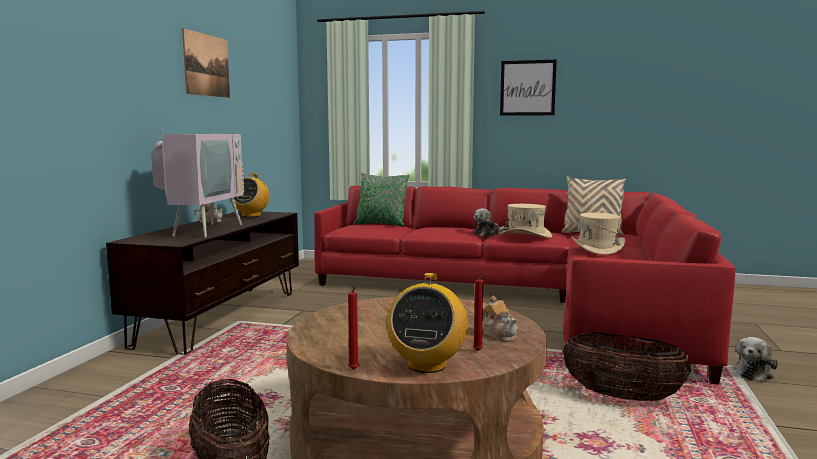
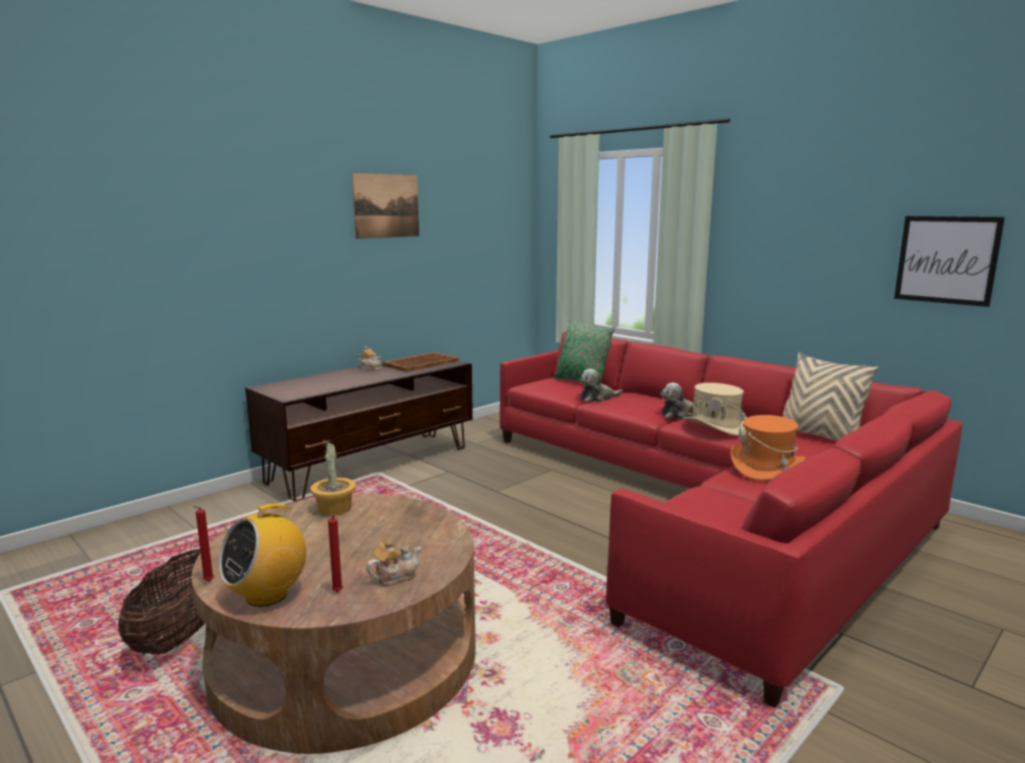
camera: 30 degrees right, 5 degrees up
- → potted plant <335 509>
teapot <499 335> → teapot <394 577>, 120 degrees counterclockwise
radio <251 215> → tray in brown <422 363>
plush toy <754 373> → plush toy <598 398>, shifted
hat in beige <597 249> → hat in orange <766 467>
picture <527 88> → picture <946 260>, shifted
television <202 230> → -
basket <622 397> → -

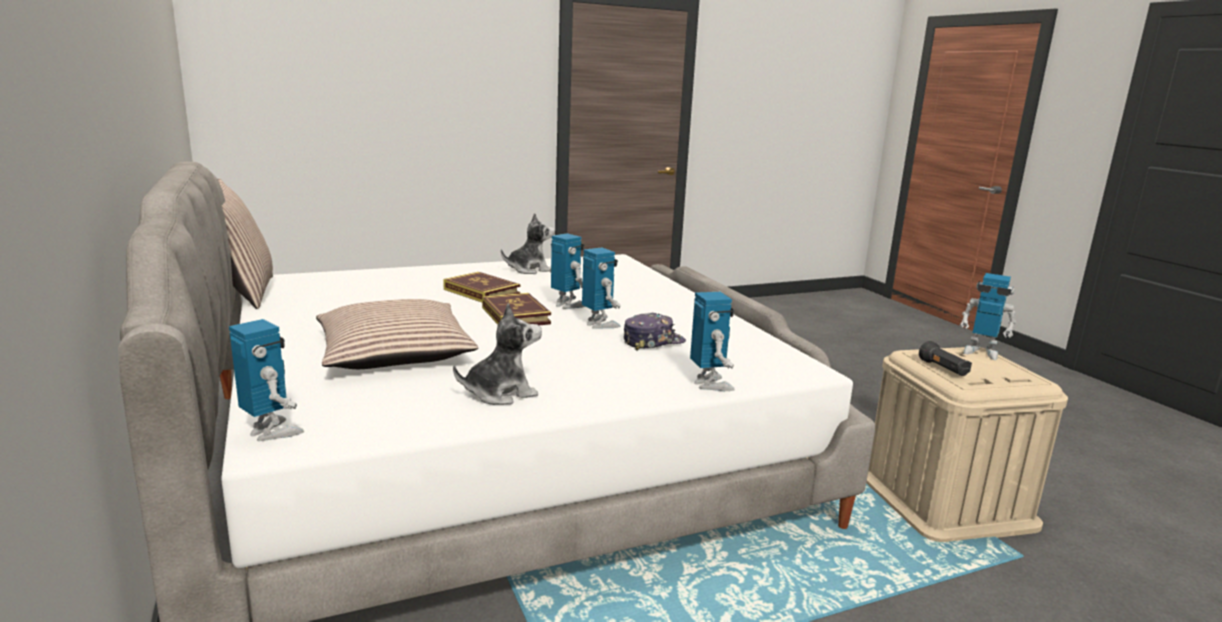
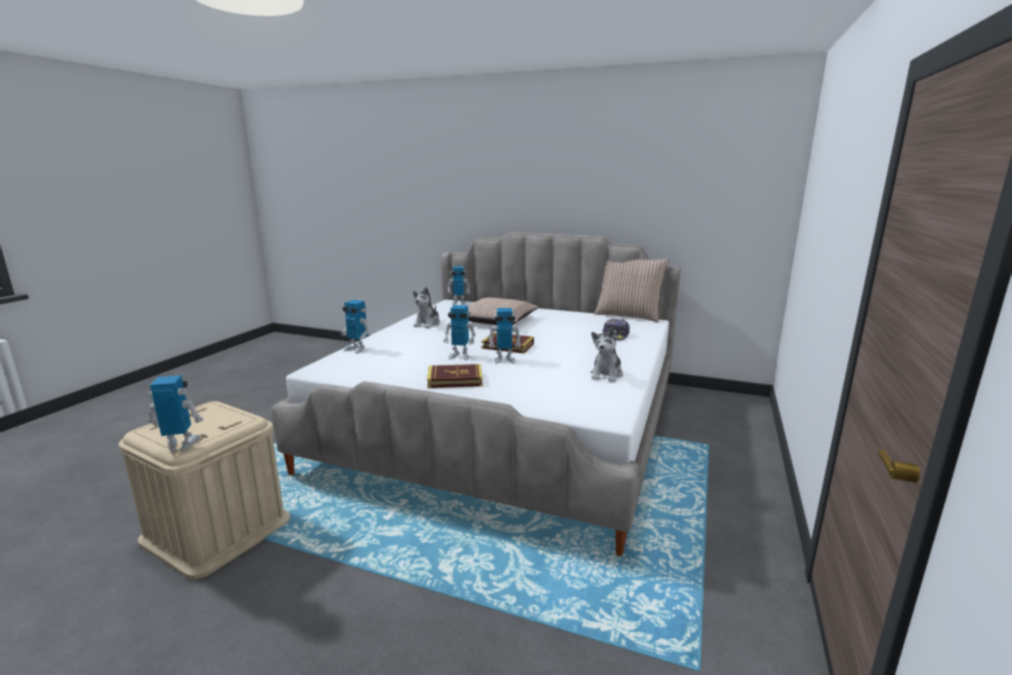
camera: 135 degrees right, 0 degrees up
book <481 292> → book <455 379>, shifted
cap <653 342> → cap <616 335>, shifted
flashlight in black <943 369> → -

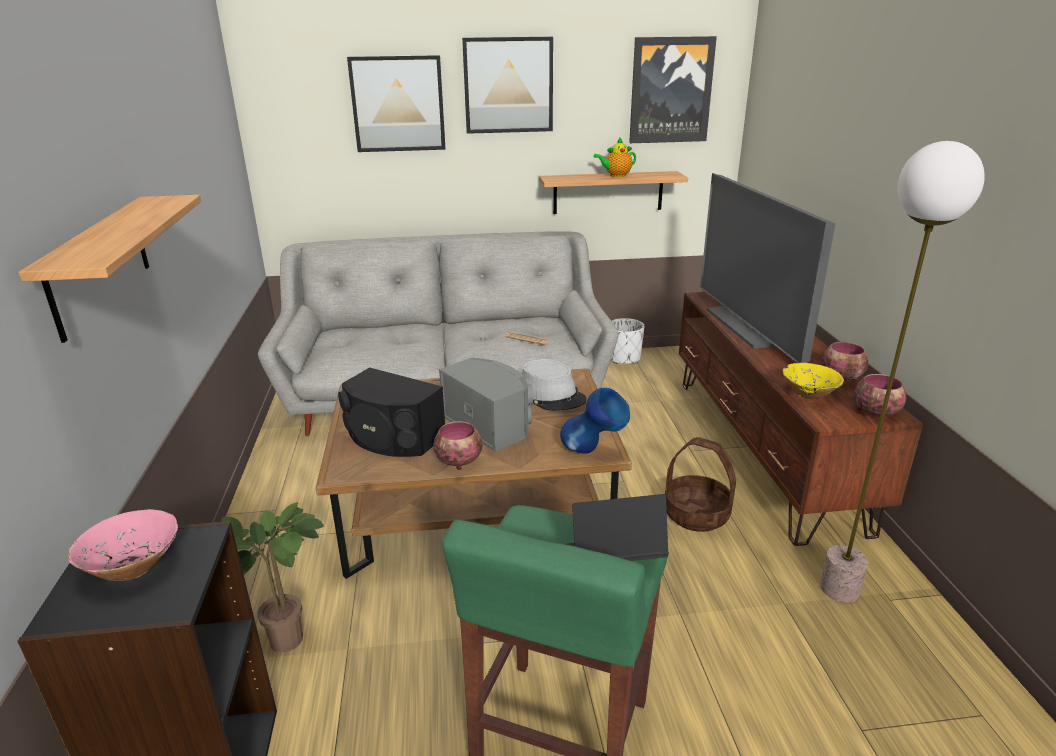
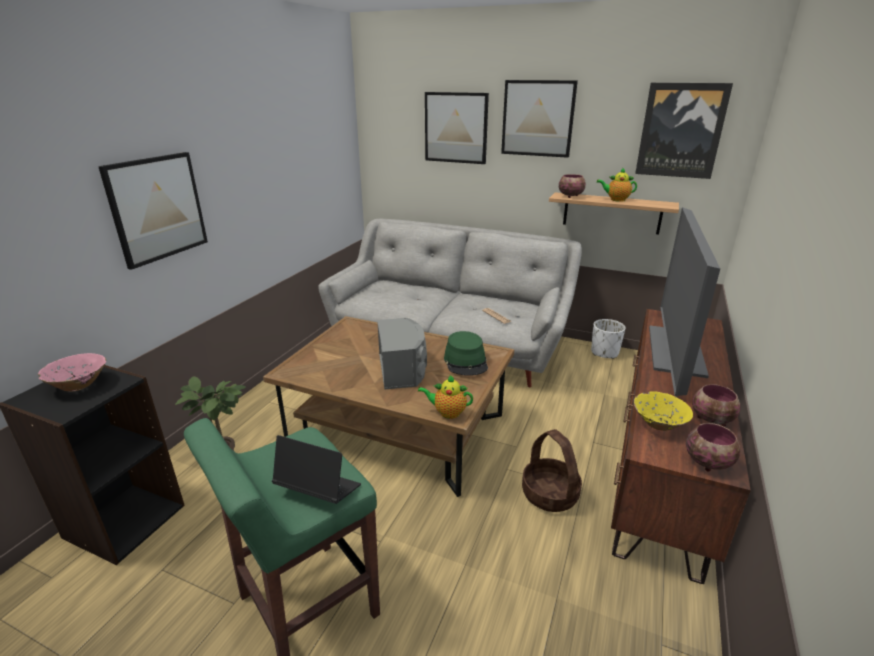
camera: 30 degrees right, 0 degrees up
shelf <99 264> → picture <157 208>
vase in blue <594 452> → teapot <447 412>
hat in grey <552 395> → hat in green <466 361>
bowl <459 461> → bowl <571 196>, shifted
speaker in black <392 437> → -
floor lamp <839 589> → -

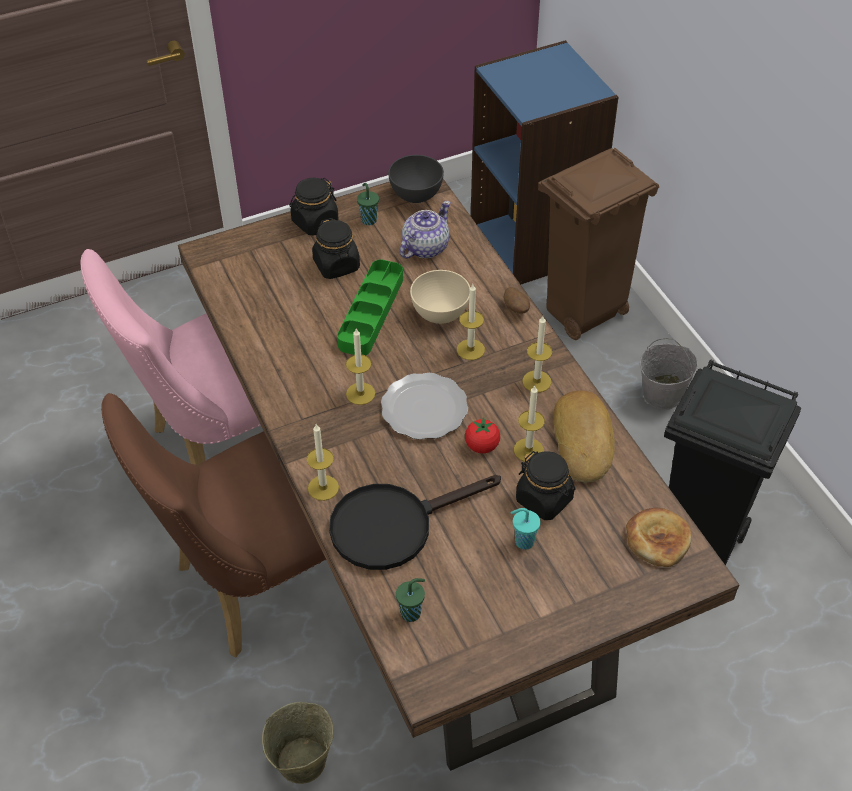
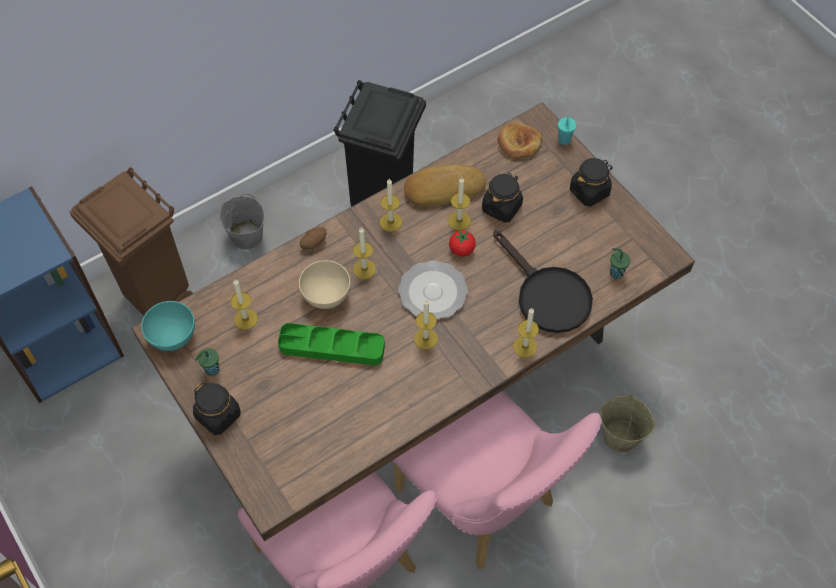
camera: 100 degrees left, 10 degrees up
bowl in grey <416 195> → bowl in turquoise <173 337>
teapot <424 248> → candle <245 319>
chair in brown <256 584> → chair in pink <483 503>
cup in turquoise <523 541> → cup in turquoise <564 140>, shifted
jar in black <337 265> → jar in black <589 191>, shifted

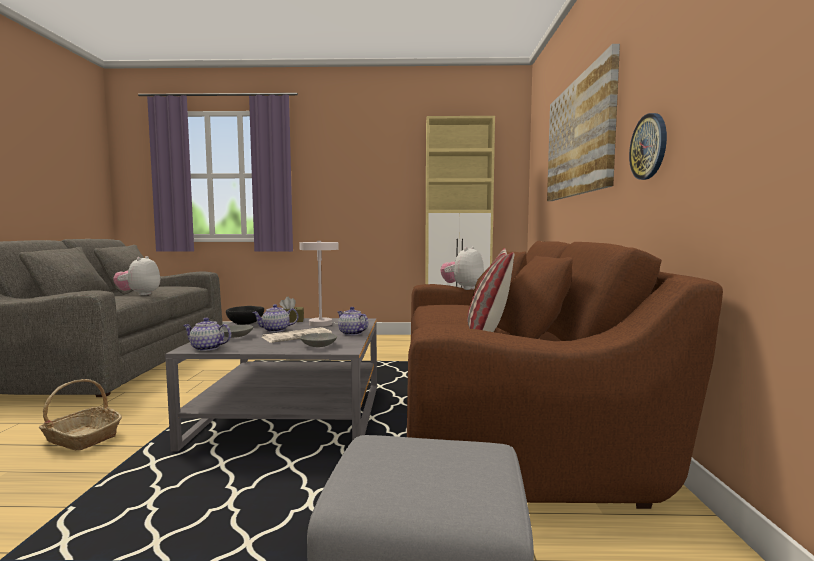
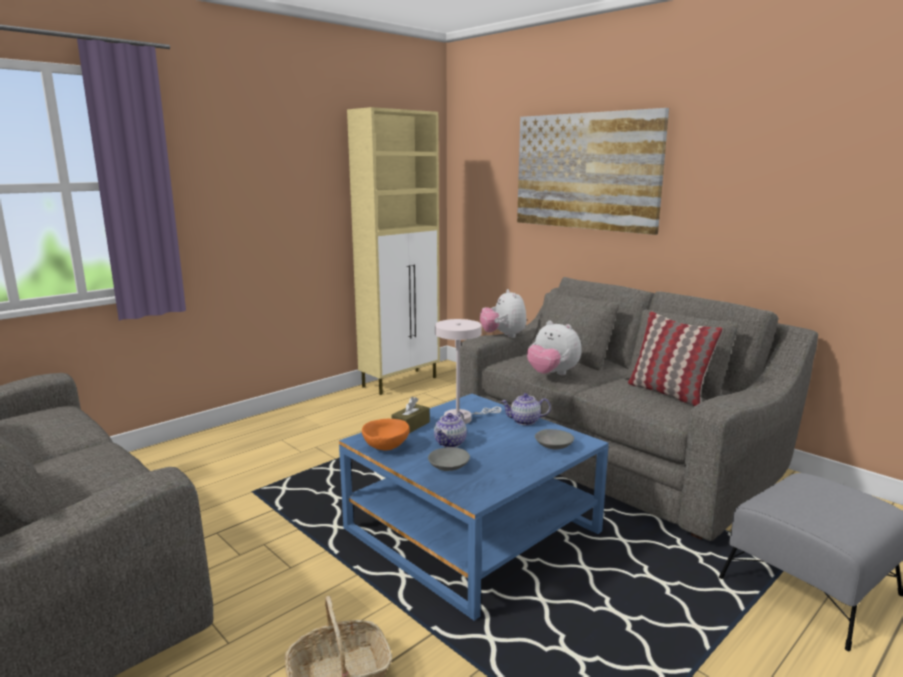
camera: 45 degrees left, 10 degrees up
coffee table in grey <291 415> → coffee table in blue <472 531>
bowl in black <246 323> → bowl in orange <385 446>
sofa in brown <509 420> → sofa in grey <615 455>
plush toy <139 295> → plush toy <552 374>, shifted
teapot <206 348> → -
newspaper <297 336> → -
wall clock <649 147> → -

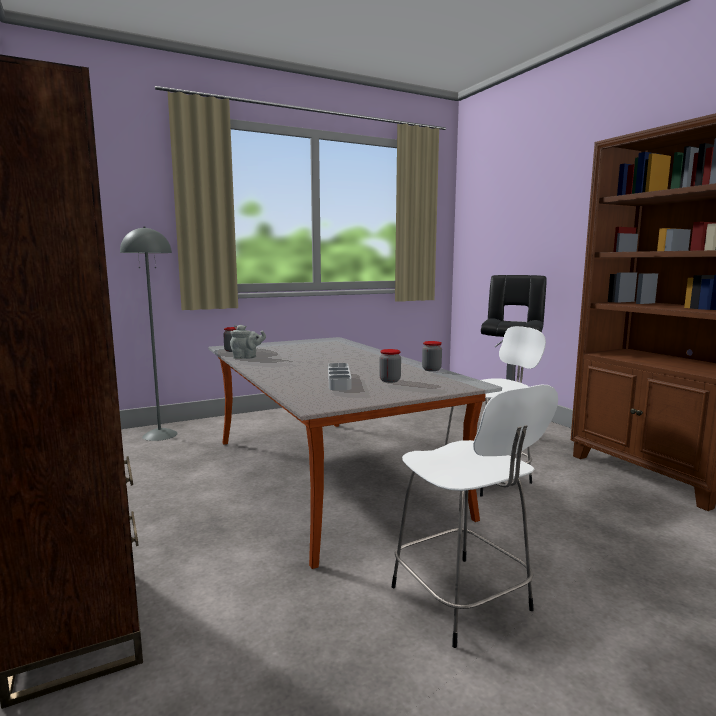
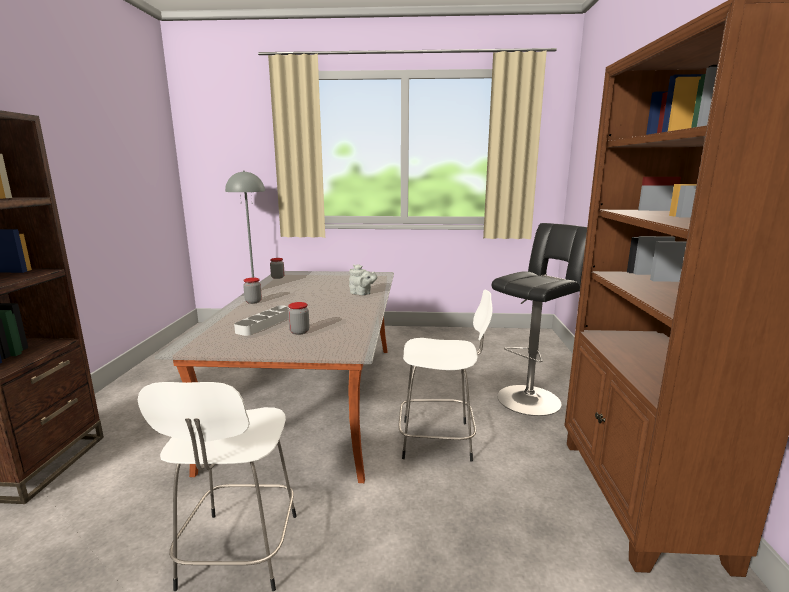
camera: 30 degrees right, 5 degrees up
jar <431 369> → jar <253 301>, shifted
teapot in grey <246 358> → teapot in grey <362 293>, shifted

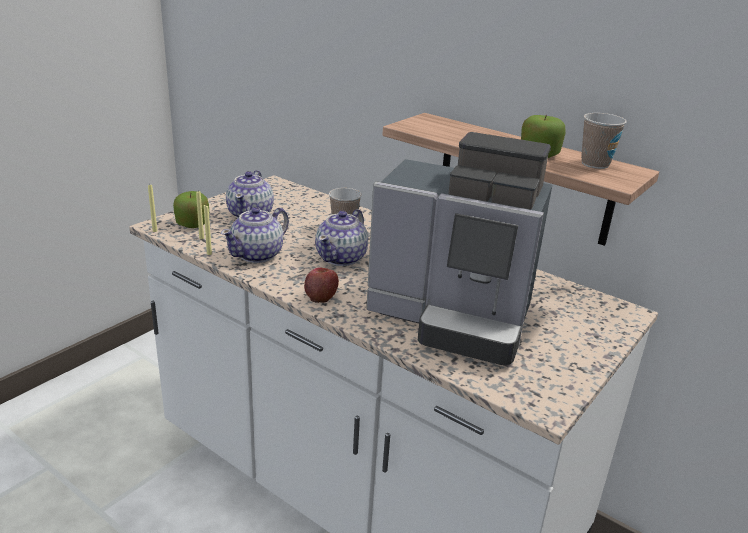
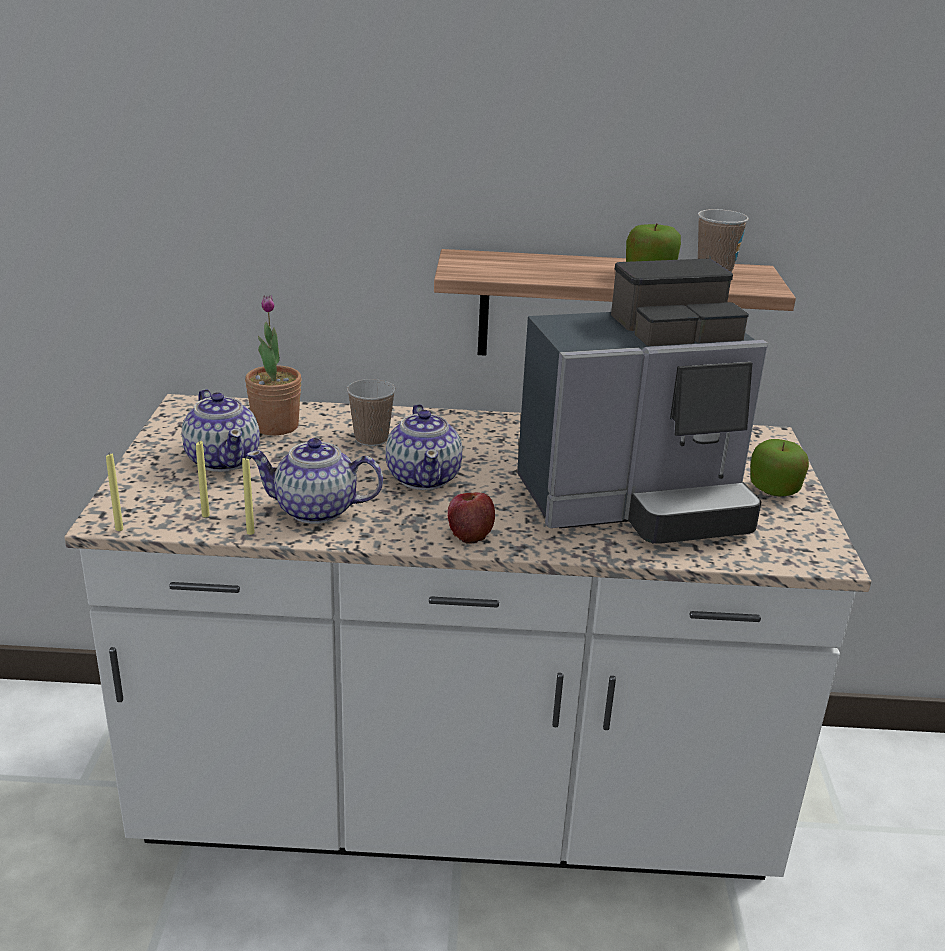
camera: 35 degrees left, 0 degrees up
- → potted plant <275 426>
teapot <258 255> → teapot <317 510>, 90 degrees clockwise
apple <192 224> → apple <774 489>, shifted

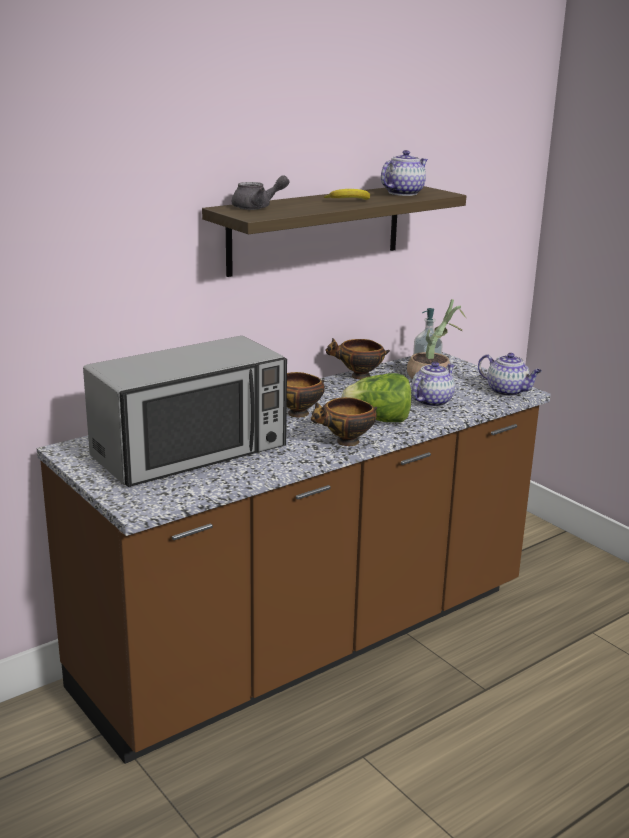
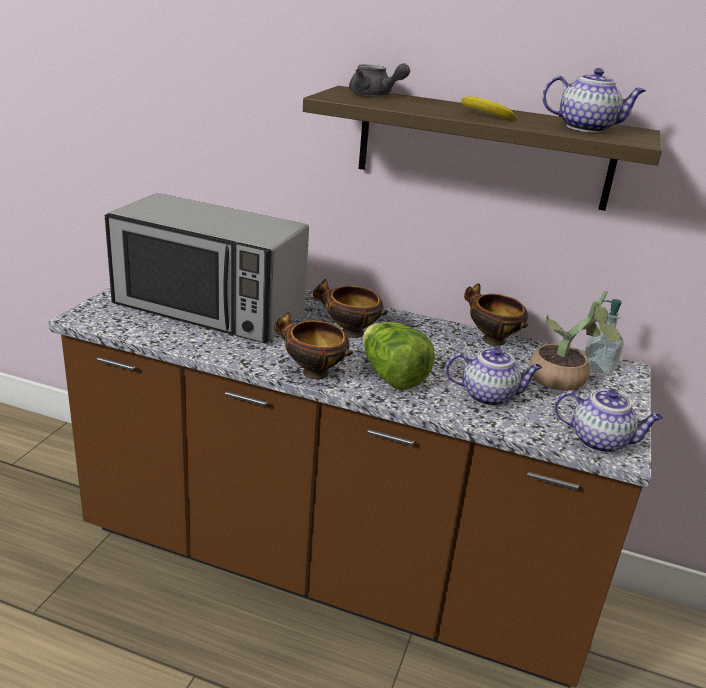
camera: 55 degrees right, 5 degrees up
teapot <507 391> → teapot <600 441>, 75 degrees counterclockwise

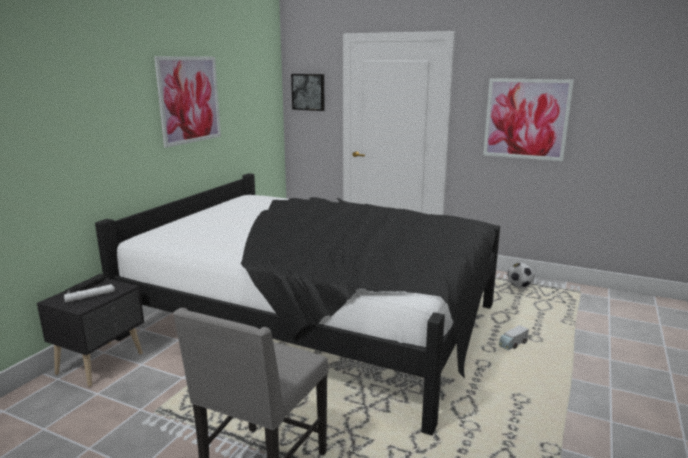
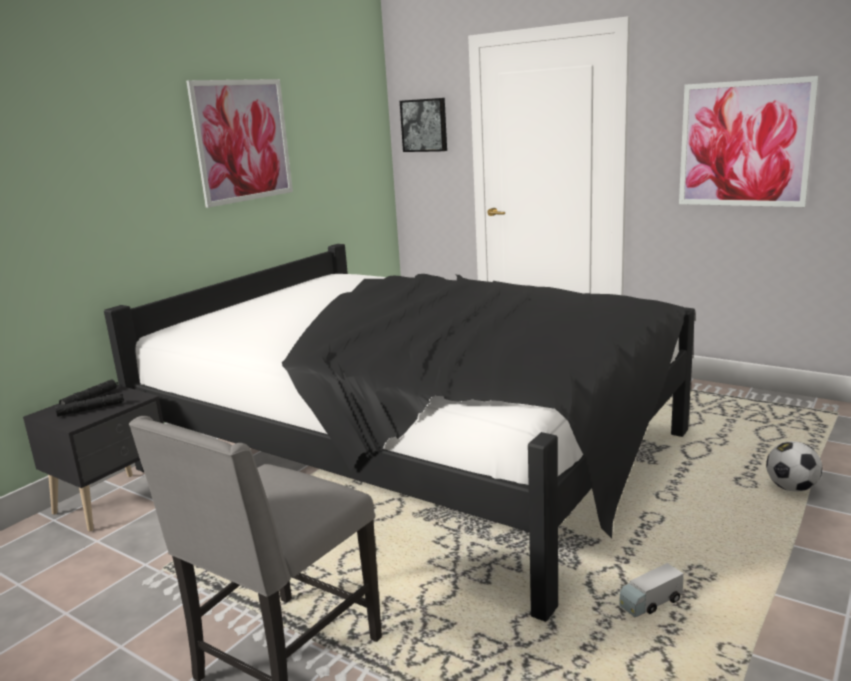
camera: 10 degrees right, 0 degrees up
flashlight in white <90 296> → flashlight in black <91 409>
toy truck <513 344> → toy truck <650 603>, shifted
football <519 286> → football <791 488>, shifted

